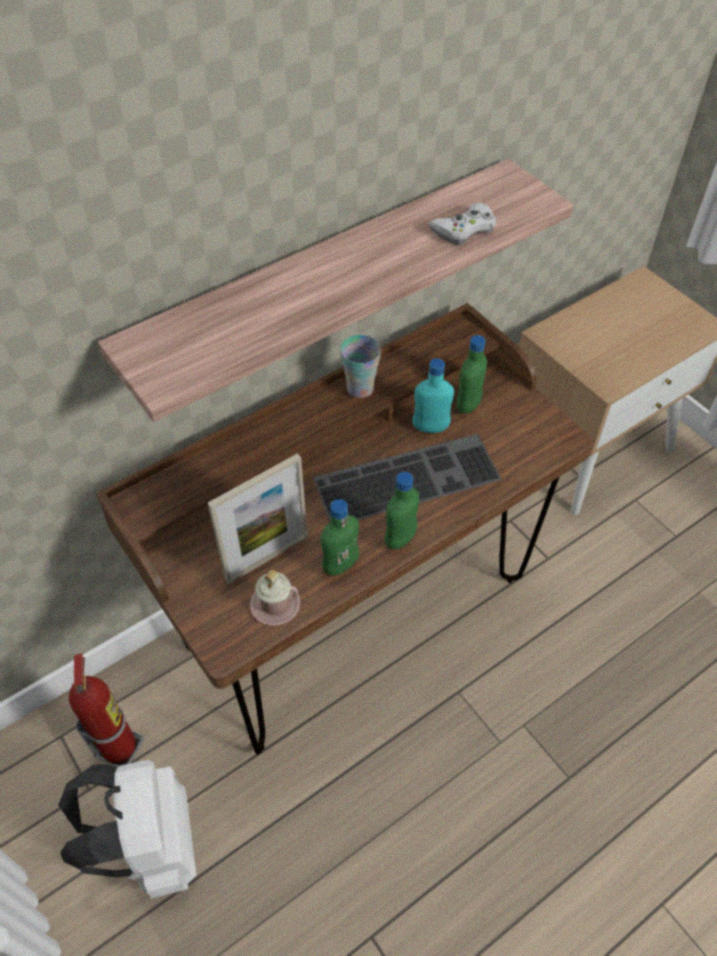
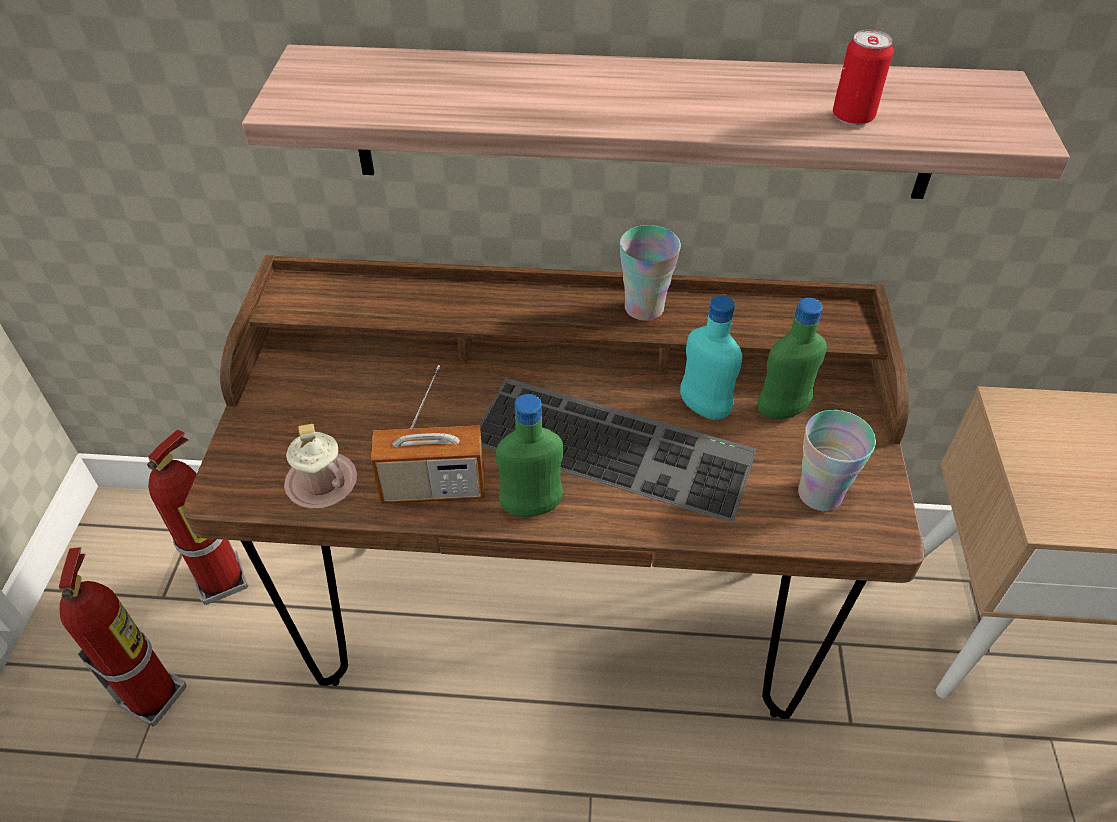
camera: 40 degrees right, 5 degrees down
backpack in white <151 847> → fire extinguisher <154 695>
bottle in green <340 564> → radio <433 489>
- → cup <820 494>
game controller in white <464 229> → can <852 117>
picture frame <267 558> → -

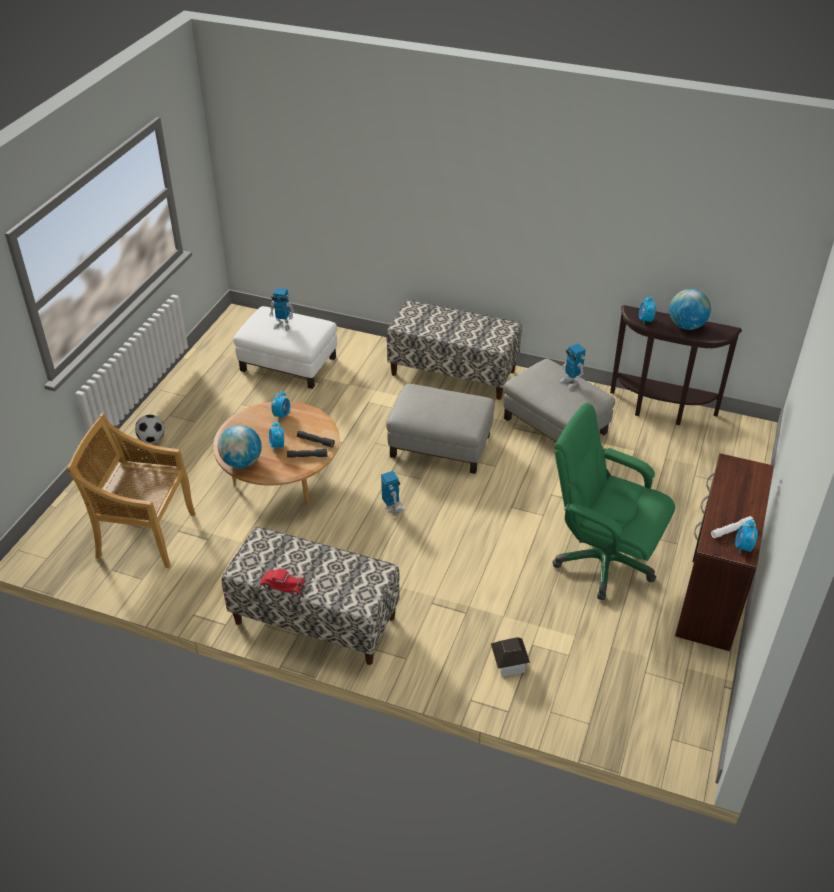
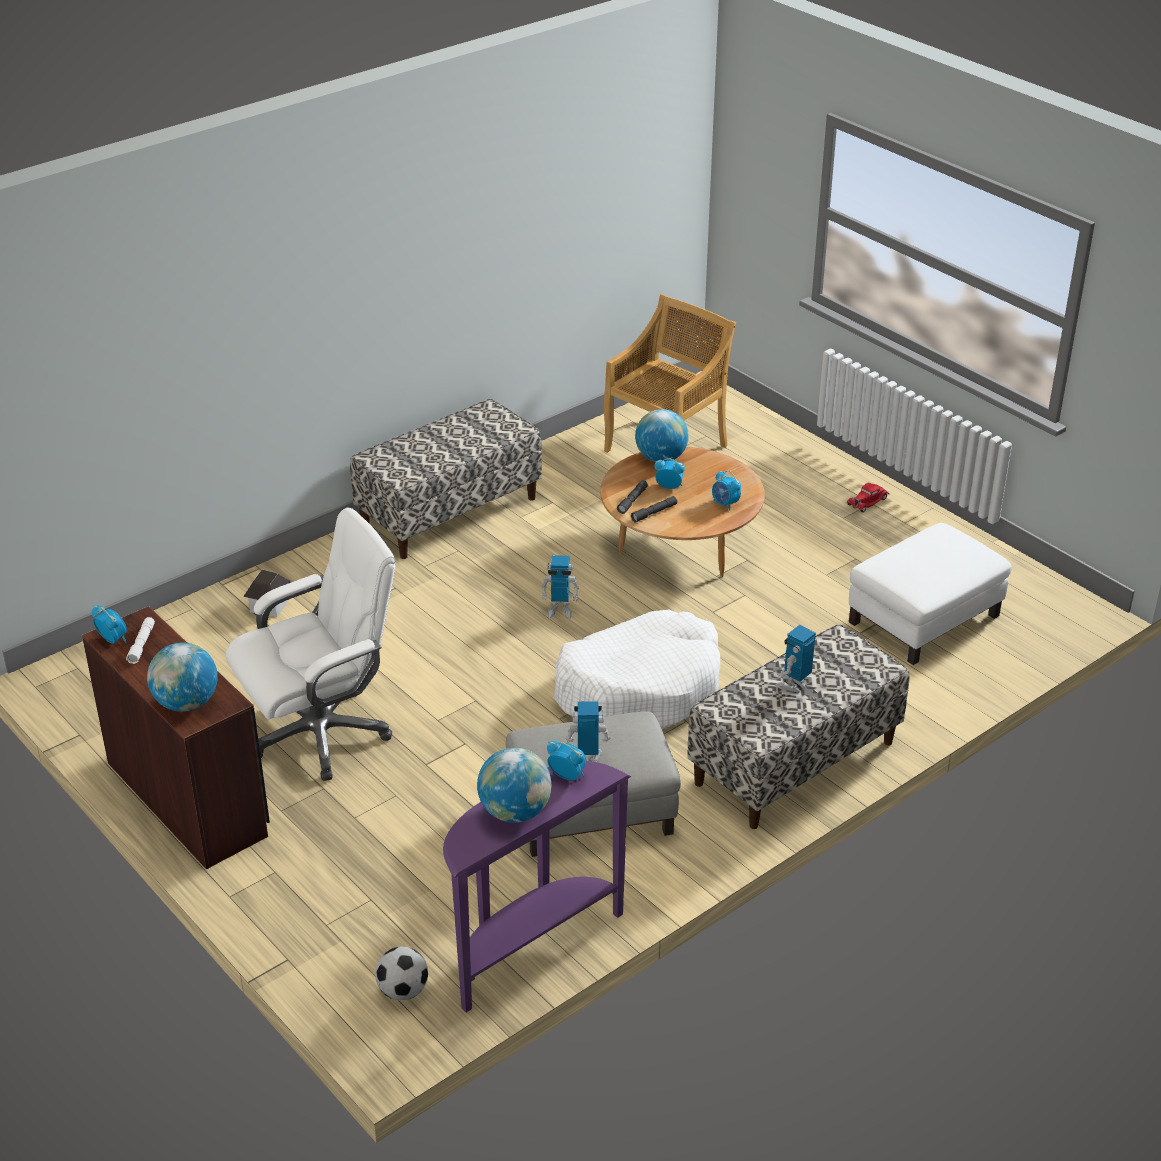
camera: 120 degrees right, 5 degrees down
- → globe <186 703>
office chair in green <602 561> → office chair in white <321 733>
football <152 439> → football <403 990>, shifted
console table in brown <661 410> → console table in purple <529 946>
ottoman in grey <440 445> → dog bed in white <640 688>
toy robot <283 325> → toy robot <793 685>, shifted
toy car in red <282 585> → toy car in red <868 501>, shifted

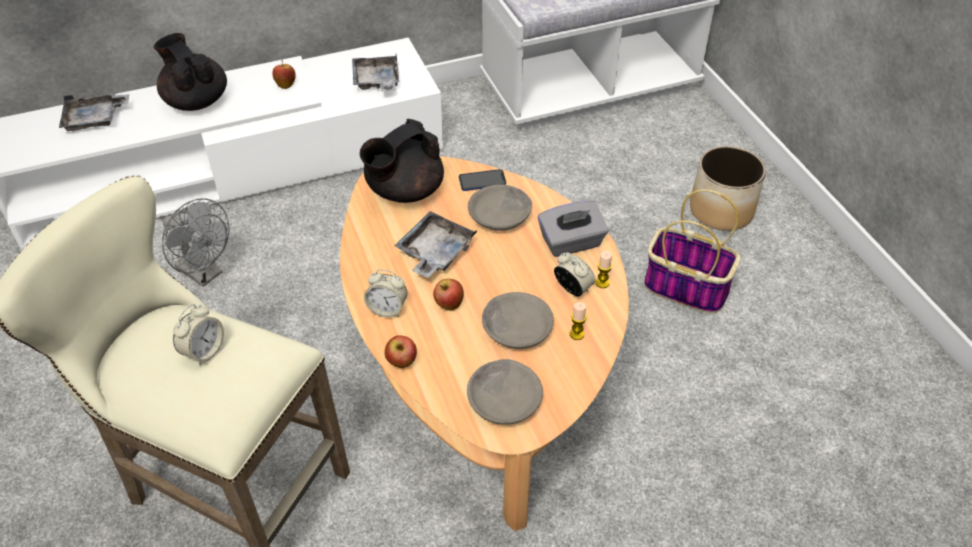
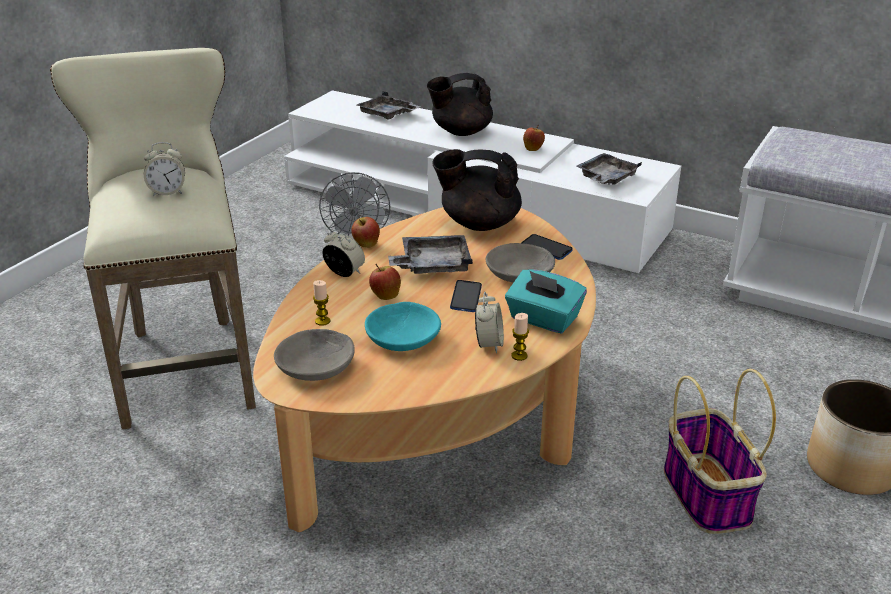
camera: 50 degrees right, 15 degrees down
candle <576 334> → candle <322 321>, shifted
alarm clock <387 309> → alarm clock <344 273>, 150 degrees clockwise
apple <402 362> → apple <366 245>, shifted
bowl in grey <516 328> → bowl in turquoise <403 337>
teapot in black <196 101> → teapot in black <460 131>, 120 degrees counterclockwise
- → phone <466 297>
tissue box in grey <571 243> → tissue box in turquoise <543 319>

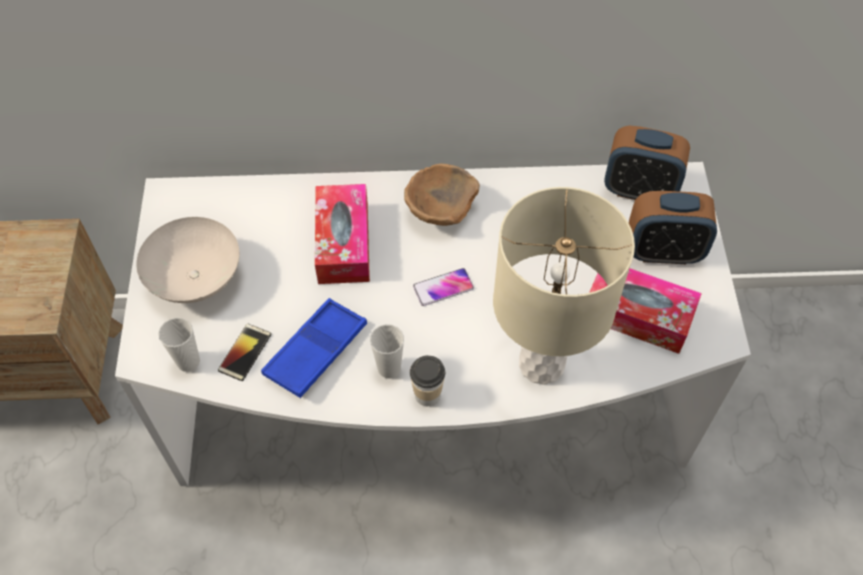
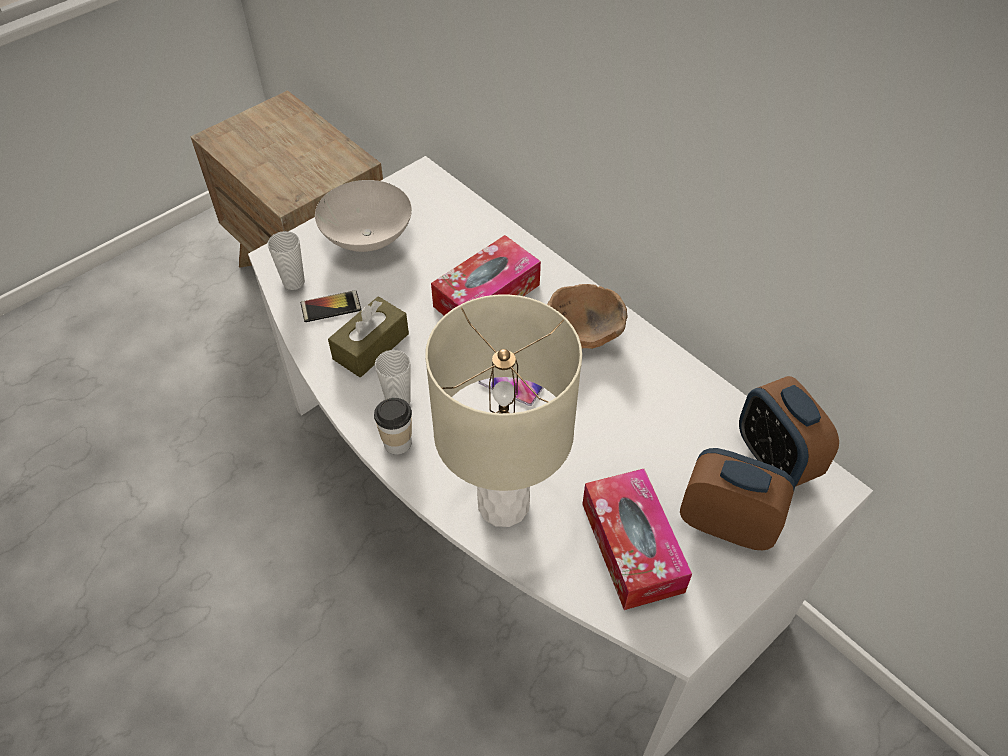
camera: 50 degrees right, 5 degrees down
tray in blue <316 351> → tissue box in brown <371 346>
alarm clock <663 251> → alarm clock <726 523>, 150 degrees clockwise

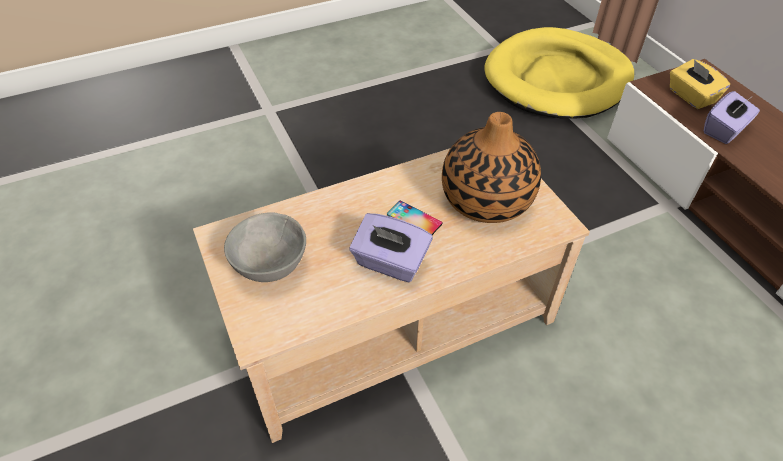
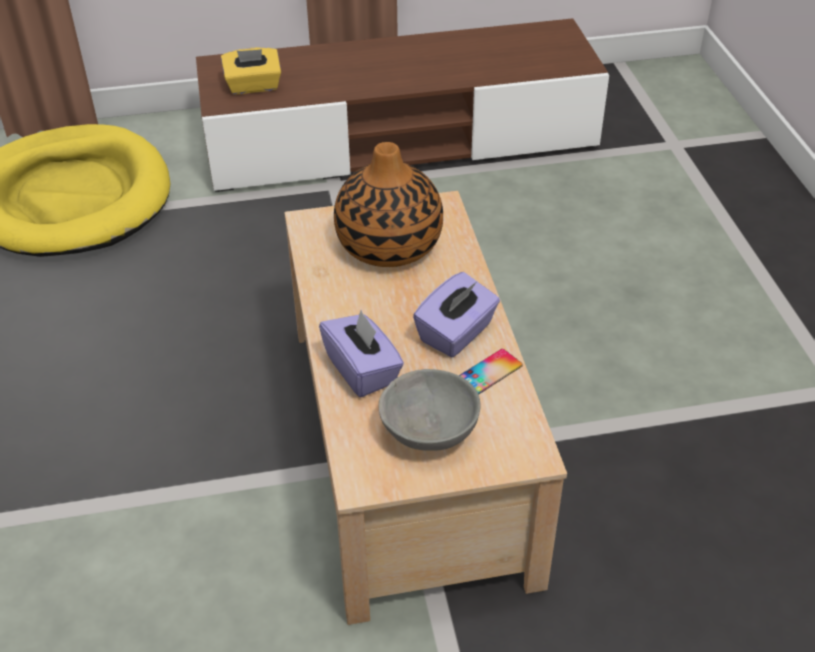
camera: 75 degrees left, 5 degrees down
tissue box in purple <724 130> → tissue box in purple <362 370>, shifted
phone <414 219> → phone <489 372>, shifted

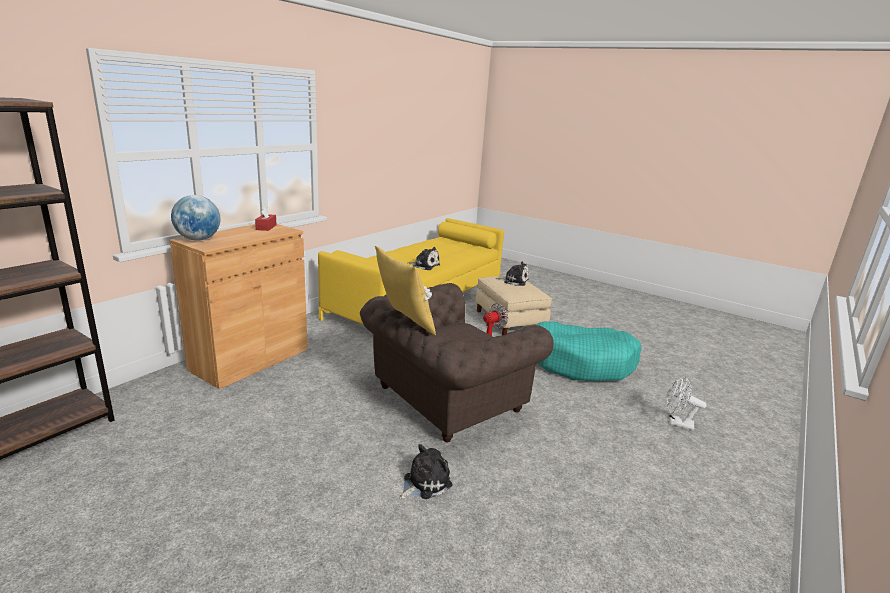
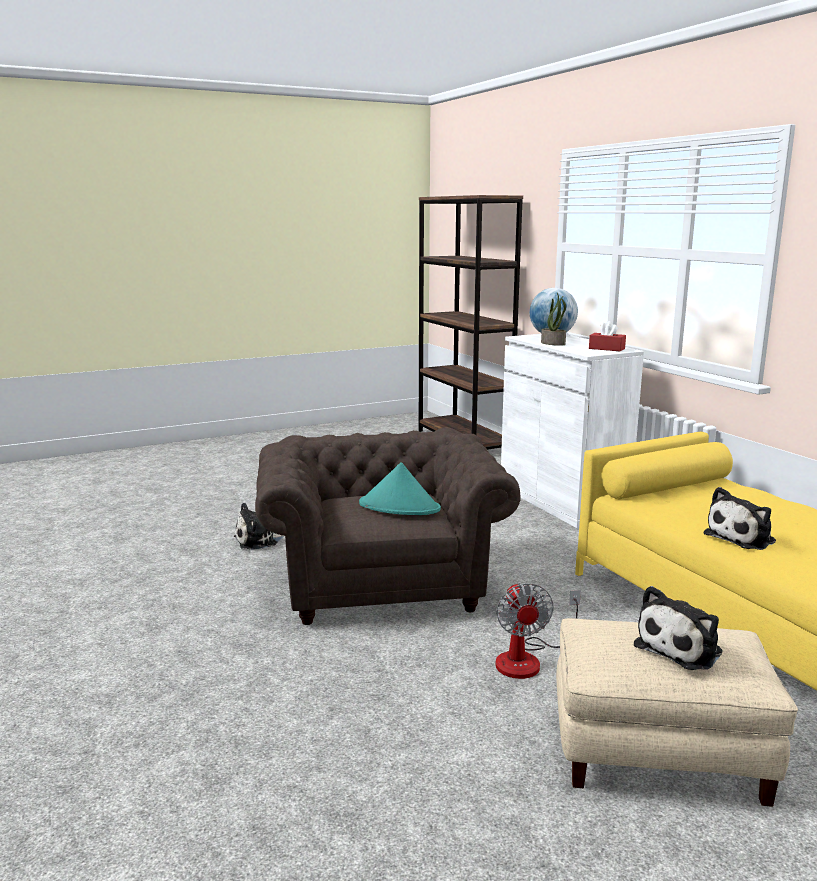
camera: 120 degrees right, 5 degrees down
plush toy <424 483> → plush toy <259 540>, 75 degrees clockwise
- → hat in turquoise <400 507>
cabinet in brown <250 359> → cabinet in white <561 501>
- → potted plant <553 343>
pillow in yellow <403 323> → -
dog bed in turquoise <581 363> → -
fan in white <676 423> → -

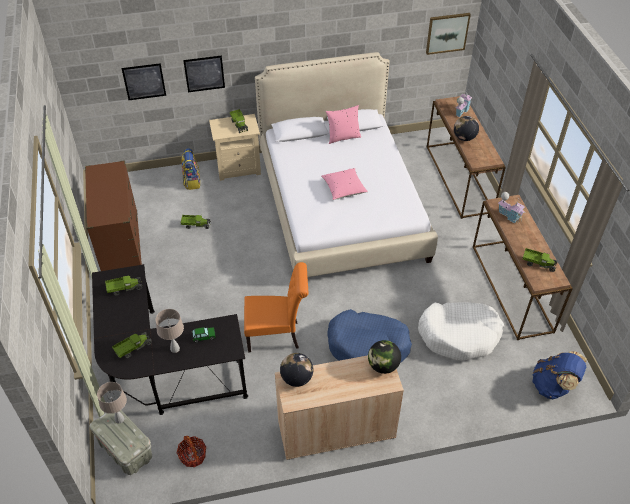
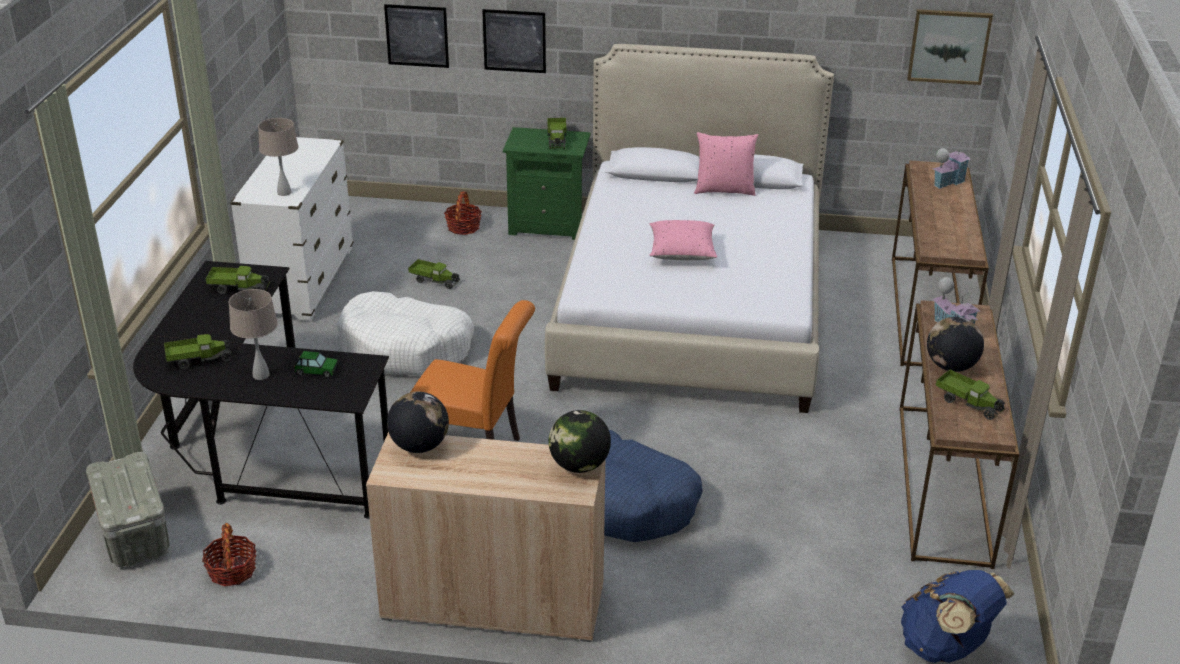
camera: 20 degrees right, 15 degrees down
dresser in brown <121 245> → dresser in white <303 282>
table lamp in beige <119 419> → table lamp in beige <284 193>, shifted
dog bed in white <459 335> → dog bed in white <406 348>, shifted
backpack <192 181> → basket <463 227>
nightstand in beige <238 168> → nightstand in green <548 225>
globe <464 138> → globe <951 366>, shifted

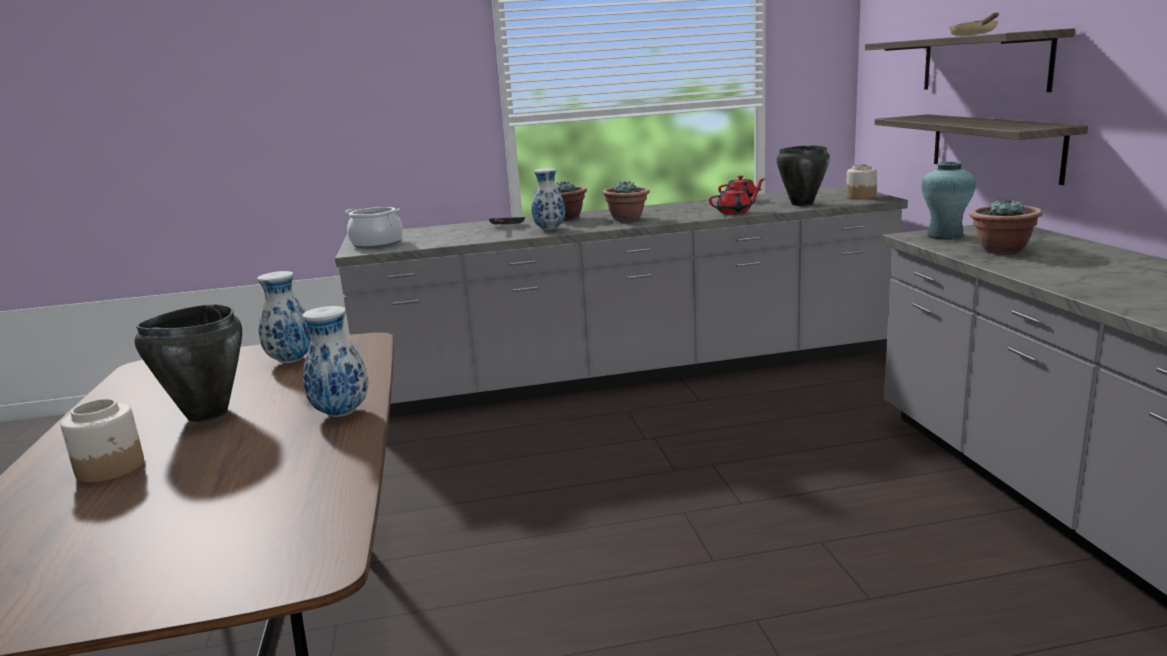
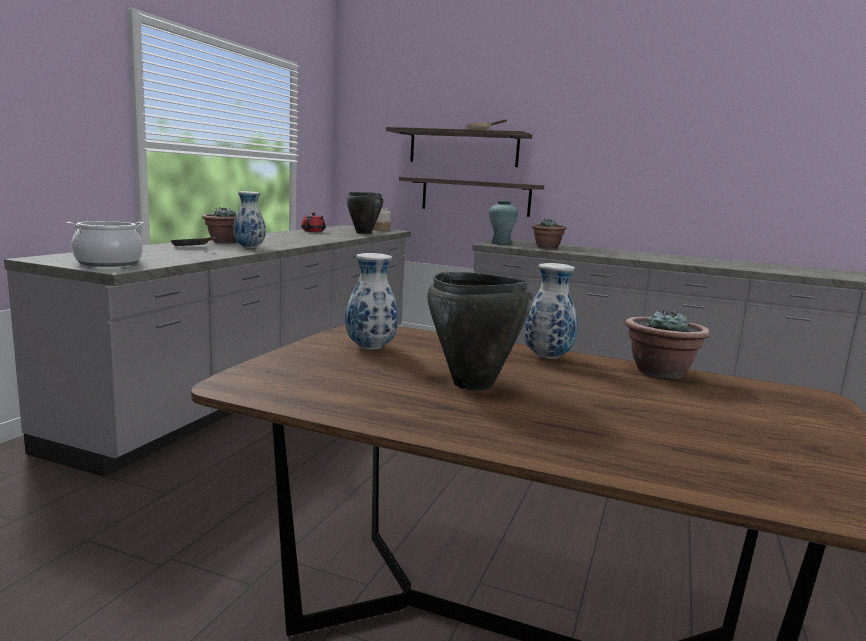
camera: 60 degrees left, 5 degrees down
potted plant <627 219> → potted plant <660 372>, shifted
jar <111 468> → -
teapot in red <734 212> → -

